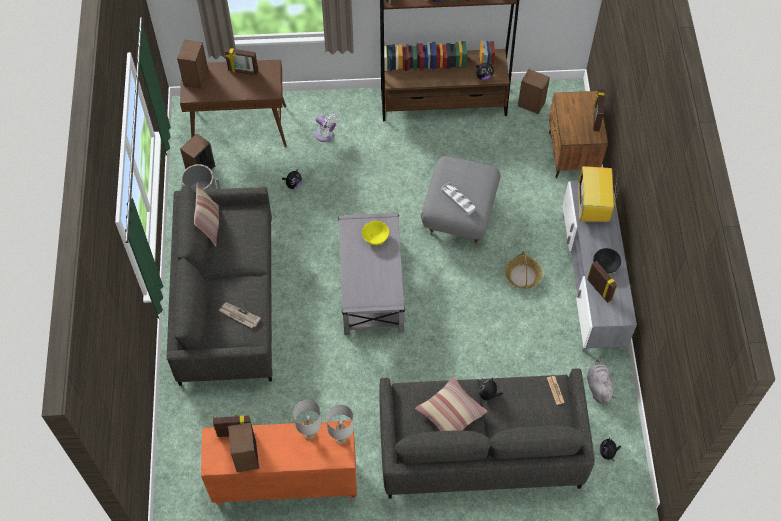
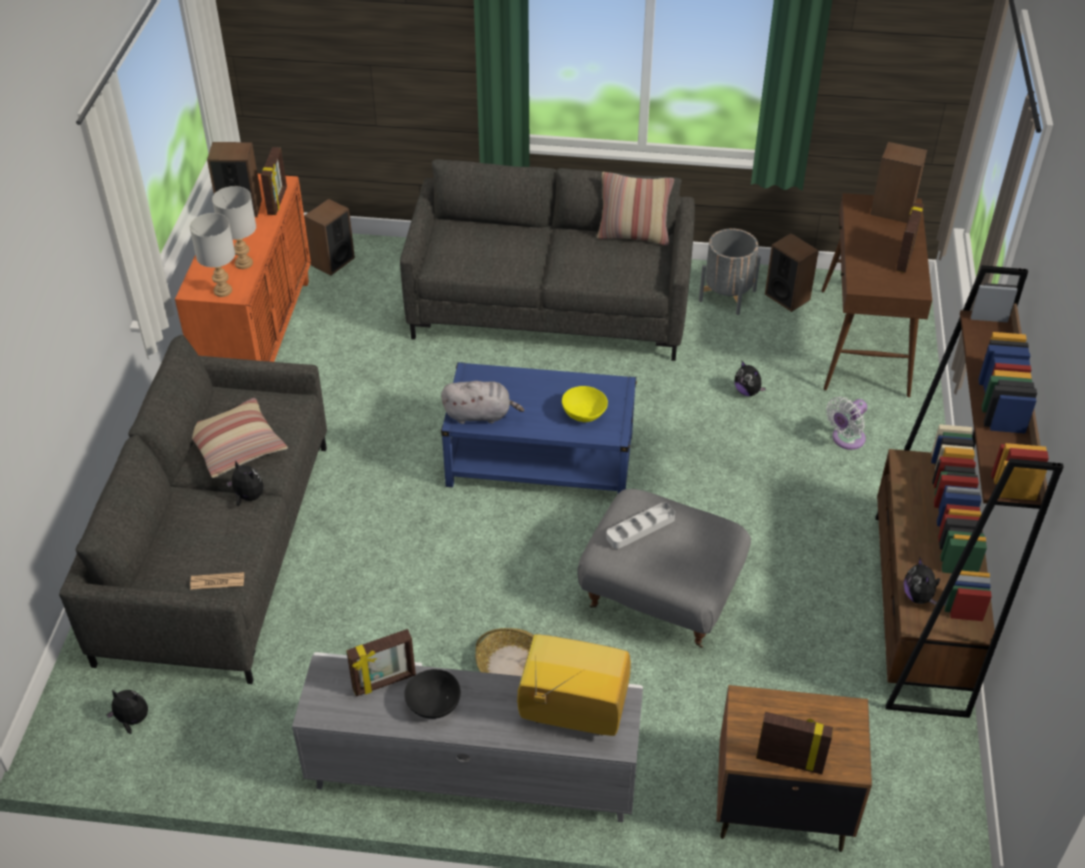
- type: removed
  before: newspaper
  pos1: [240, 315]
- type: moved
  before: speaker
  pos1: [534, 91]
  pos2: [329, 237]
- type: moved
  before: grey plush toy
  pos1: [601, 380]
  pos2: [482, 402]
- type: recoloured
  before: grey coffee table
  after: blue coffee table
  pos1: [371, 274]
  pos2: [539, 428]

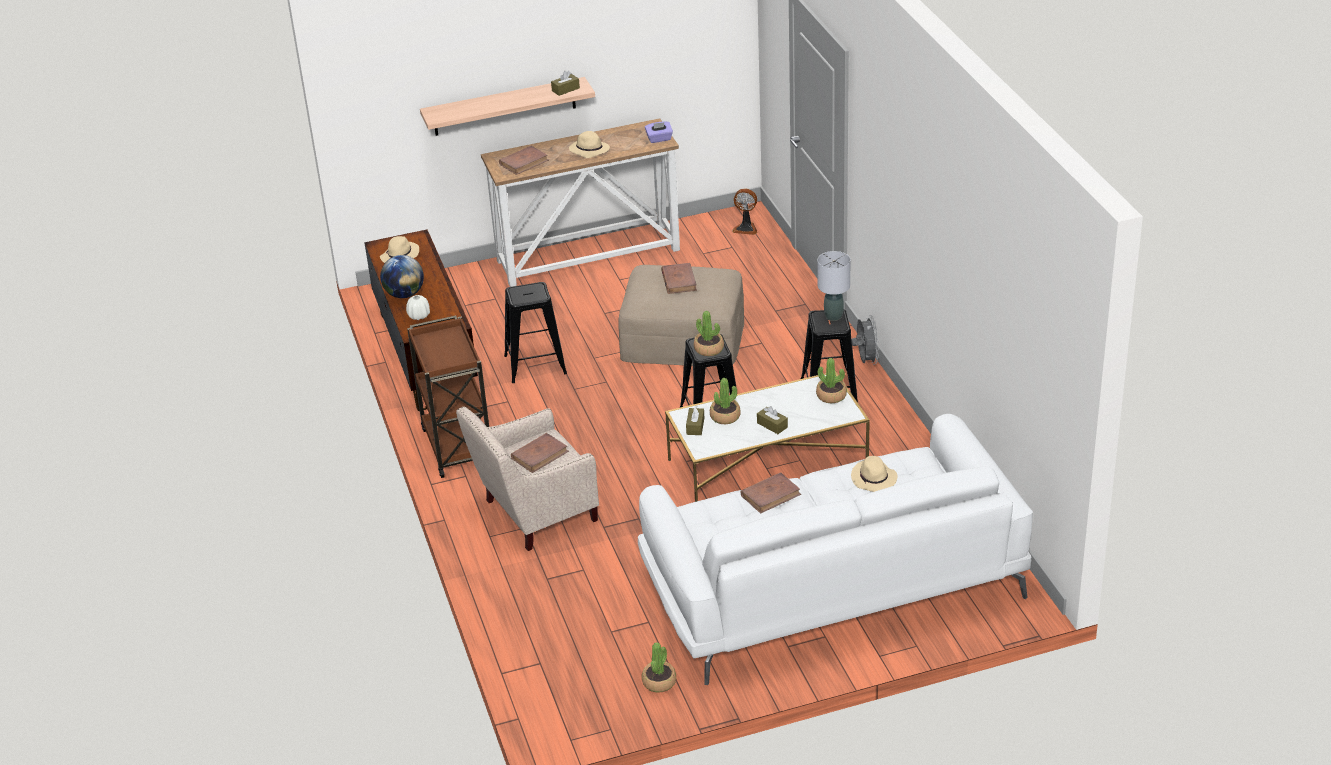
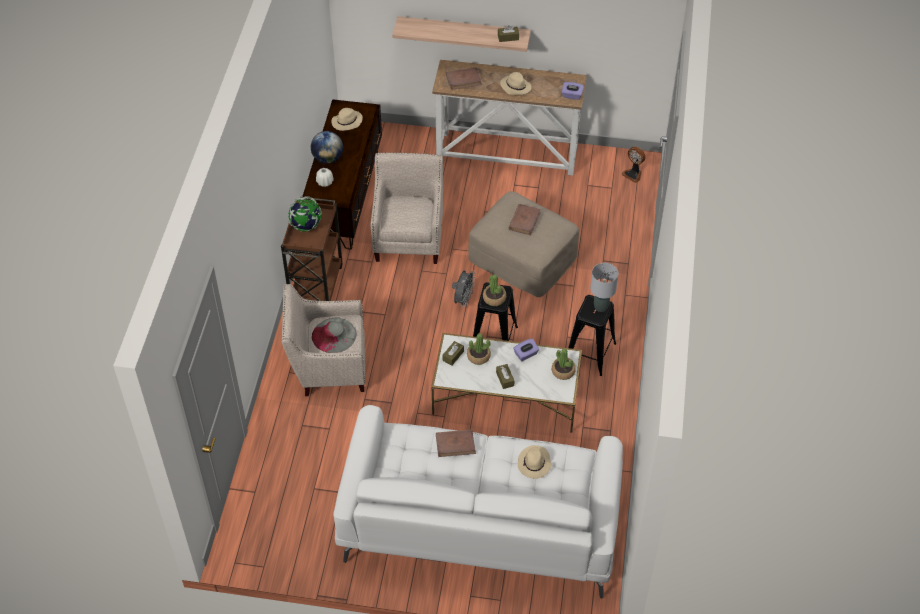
- type: removed
  before: potted plant
  pos1: [659, 667]
- type: added
  after: globe
  pos2: [305, 214]
- type: added
  after: purple tissue box
  pos2: [526, 349]
- type: moved
  before: grey fan
  pos1: [865, 340]
  pos2: [464, 289]
- type: replaced
  before: black stool
  after: beige armchair
  pos1: [535, 332]
  pos2: [407, 208]
- type: replaced
  before: brown book
  after: grey hat
  pos1: [540, 453]
  pos2: [334, 335]

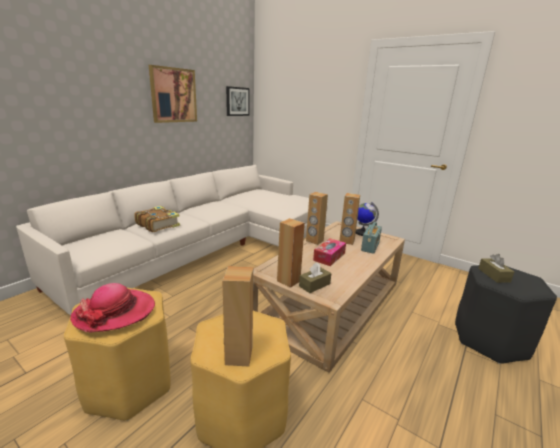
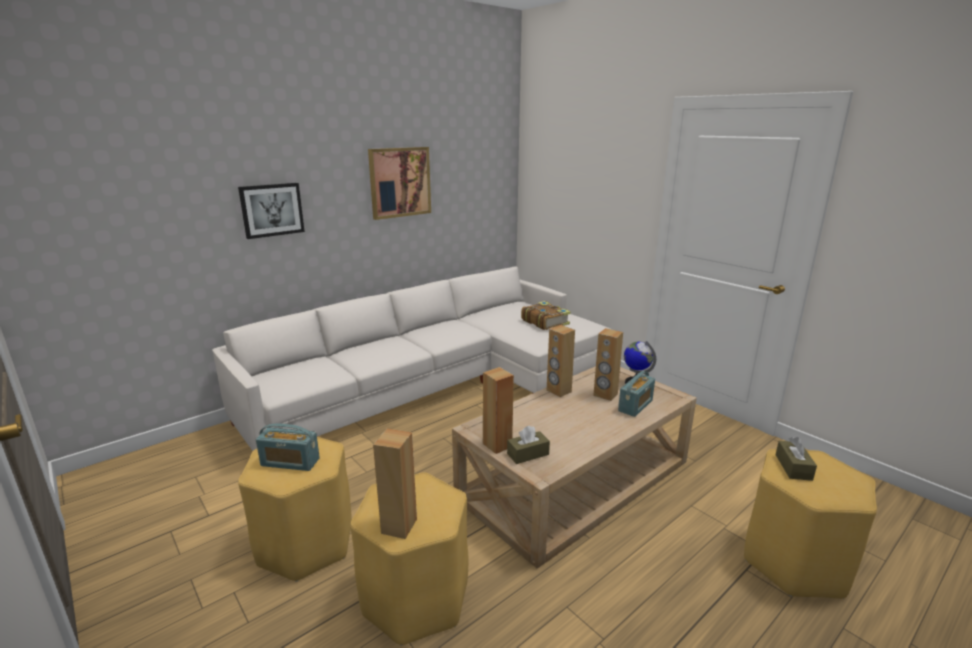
- type: removed
  before: tissue box
  pos1: [329, 252]
- type: moved
  before: book
  pos1: [157, 219]
  pos2: [546, 315]
- type: moved
  before: picture
  pos1: [238, 101]
  pos2: [271, 211]
- type: replaced
  before: hat
  after: radio
  pos1: [112, 308]
  pos2: [288, 447]
- type: recoloured
  before: black stool
  after: yellow stool
  pos1: [506, 314]
  pos2: [810, 524]

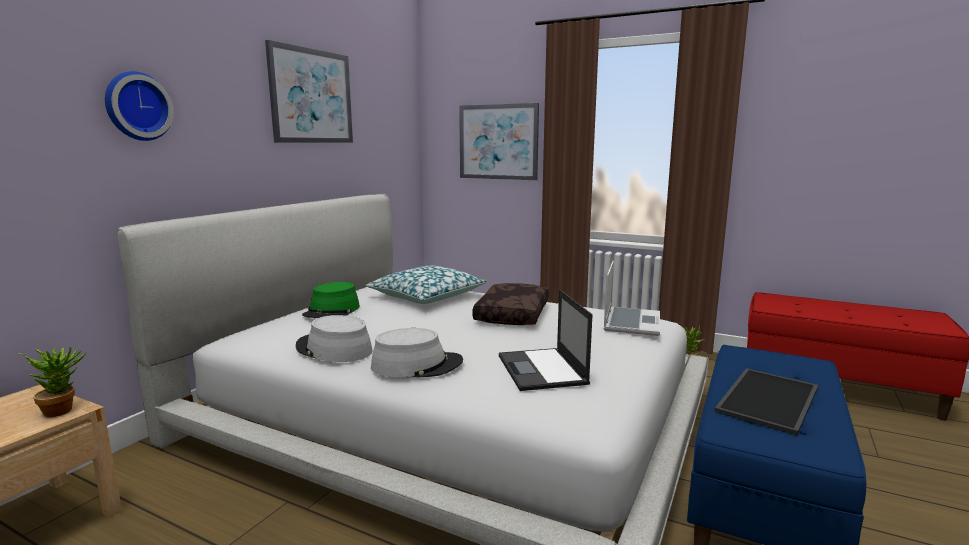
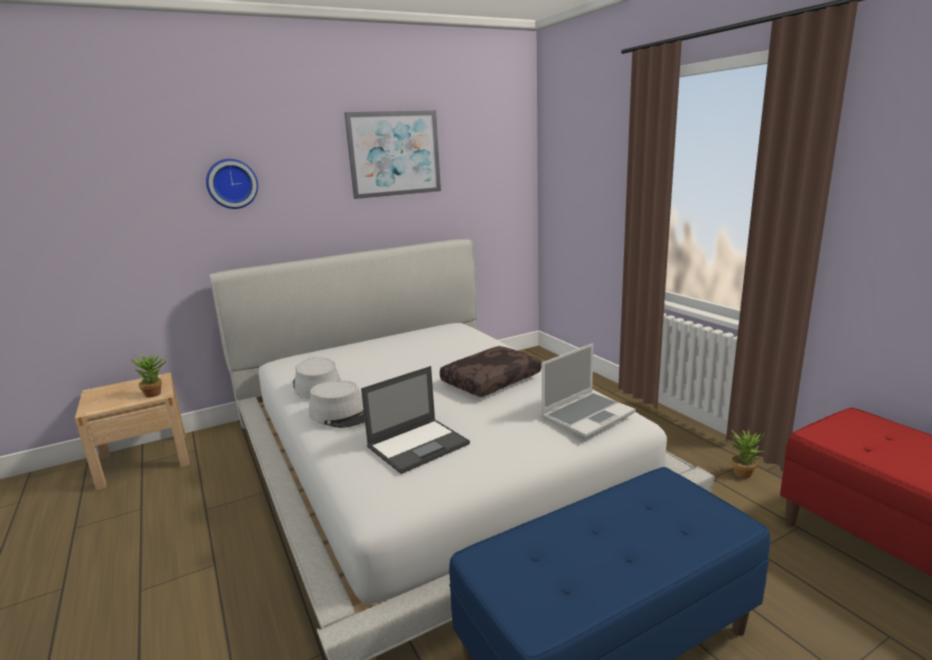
- type: removed
  before: green hat
  pos1: [331, 300]
- type: removed
  before: pillow
  pos1: [426, 284]
- type: removed
  before: picture
  pos1: [499, 141]
- type: removed
  before: tray
  pos1: [766, 401]
- type: turned
  before: laptop
  pos1: [546, 340]
  pos2: [415, 420]
  turn: -150

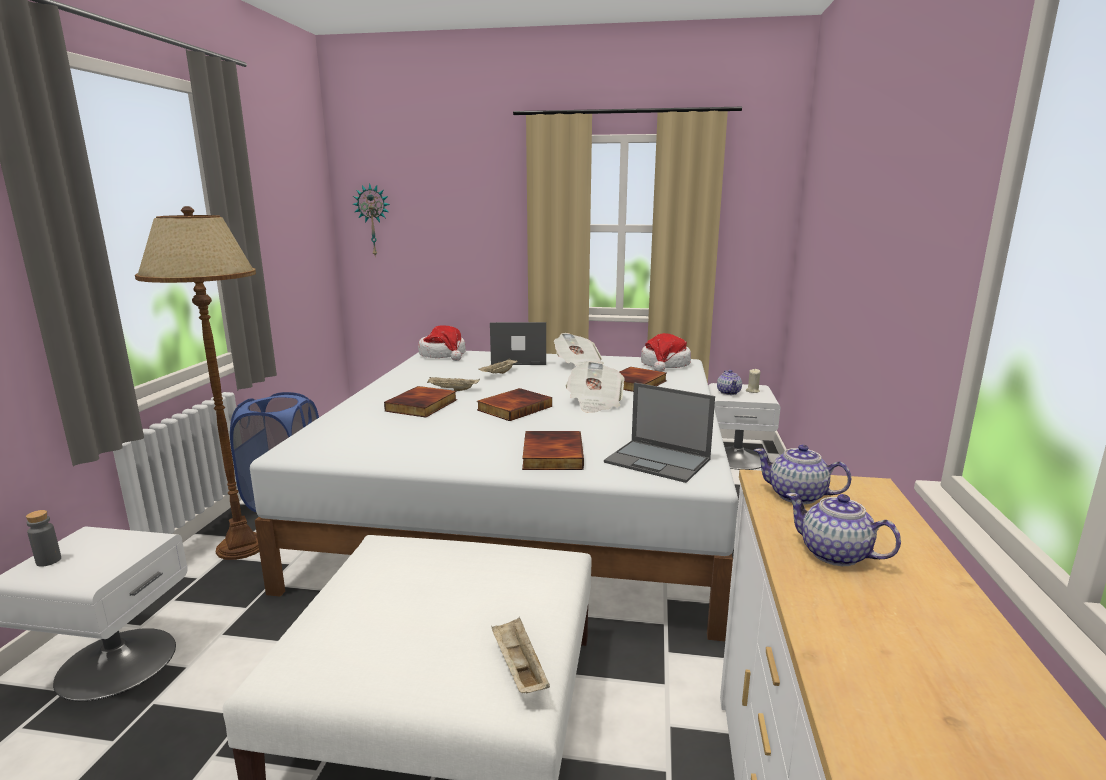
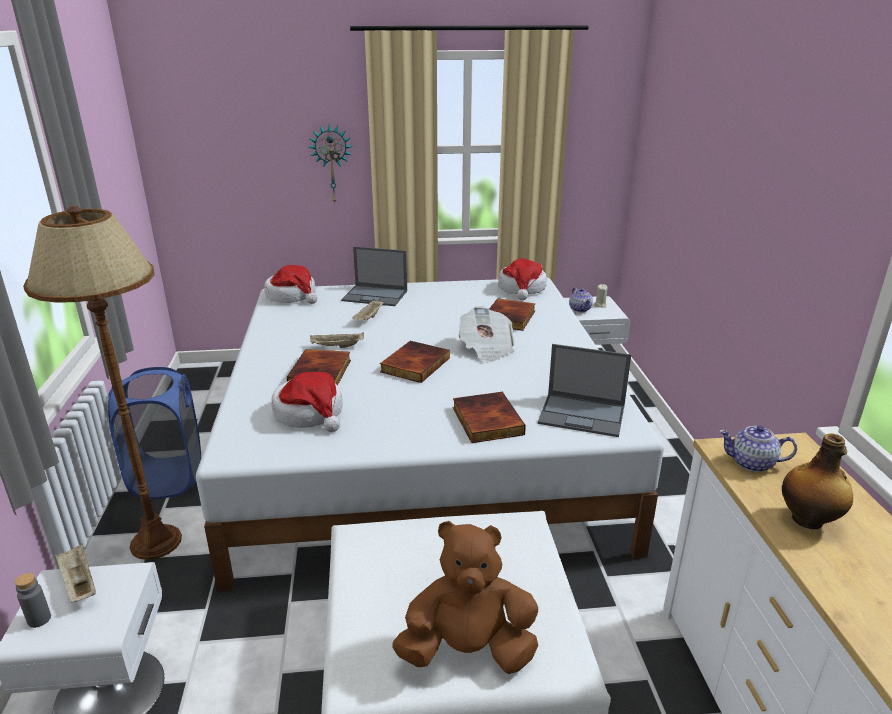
- type: removed
  before: newspaper
  pos1: [579, 350]
- type: added
  after: hat
  pos2: [307, 402]
- type: added
  after: brown plush toy
  pos2: [465, 597]
- type: moved
  before: wall clock
  pos1: [371, 220]
  pos2: [330, 163]
- type: moved
  before: beige tray
  pos1: [520, 655]
  pos2: [75, 573]
- type: replaced
  before: teapot
  after: bottle
  pos1: [843, 529]
  pos2: [817, 481]
- type: turned
  before: laptop
  pos1: [518, 343]
  pos2: [374, 276]
  turn: -150

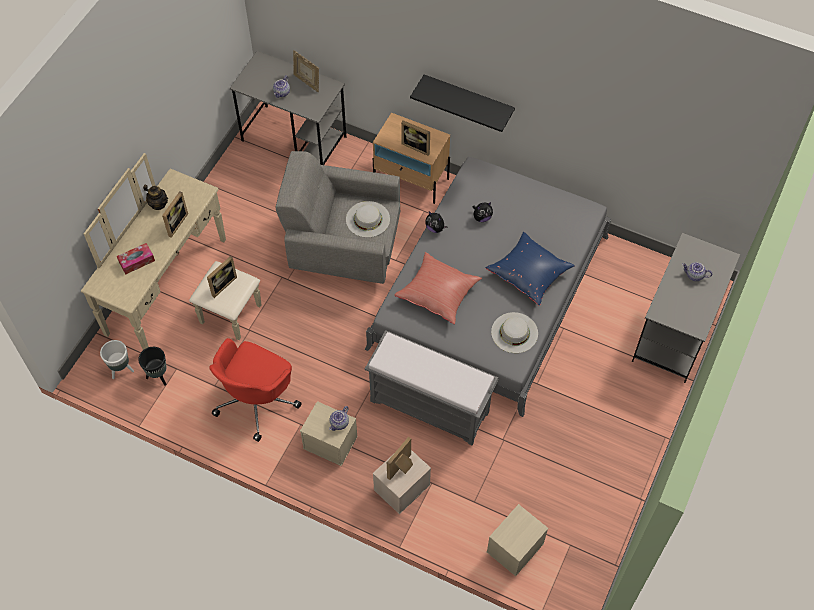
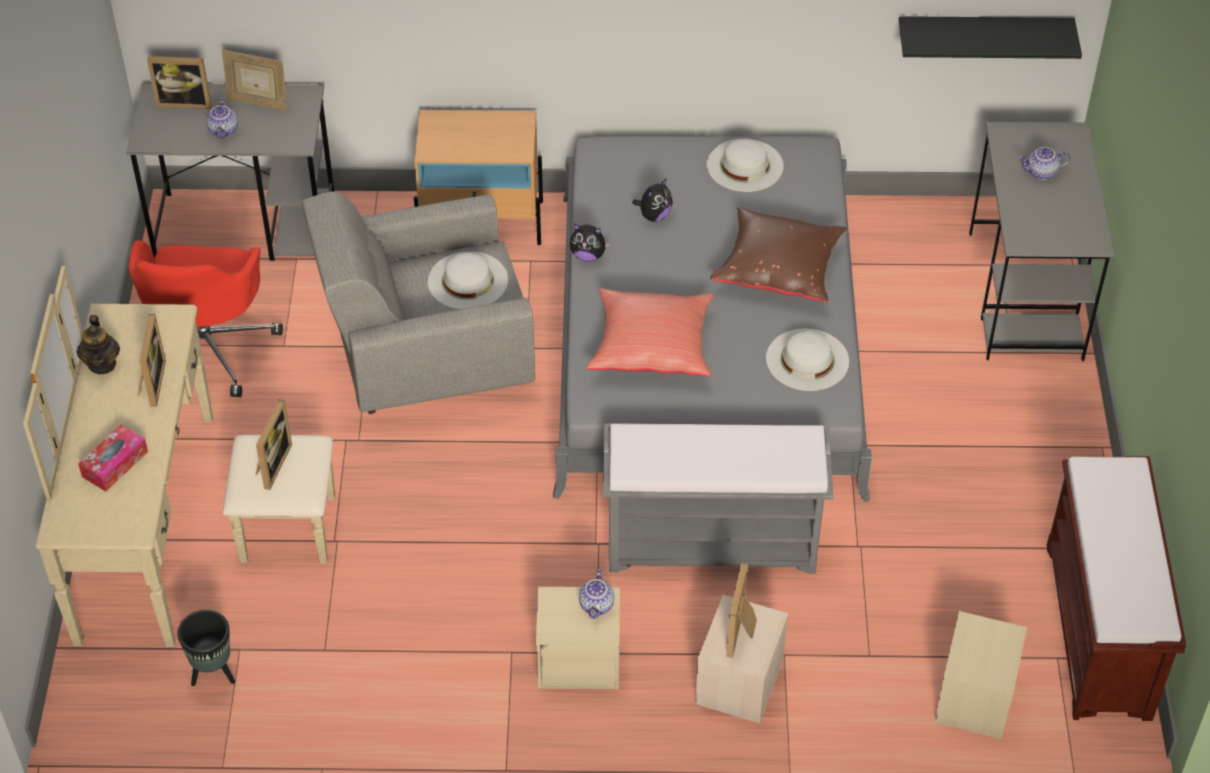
- type: removed
  before: white planter
  pos1: [117, 359]
- type: added
  after: white hat
  pos2: [745, 165]
- type: added
  after: brown bench
  pos2: [1116, 588]
- type: moved
  before: red office chair
  pos1: [255, 390]
  pos2: [205, 318]
- type: moved
  before: picture frame
  pos1: [415, 138]
  pos2: [179, 82]
- type: moved
  before: black shelf
  pos1: [462, 103]
  pos2: [990, 37]
- type: recoloured
  before: blue pillow
  after: brown pillow
  pos1: [530, 268]
  pos2: [778, 254]
- type: turned
  before: teapot
  pos1: [155, 197]
  pos2: [98, 344]
  turn: 75

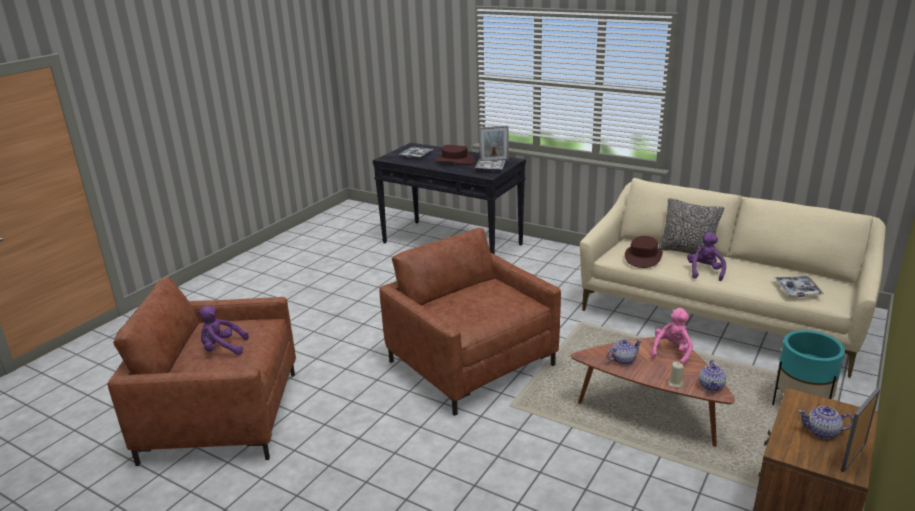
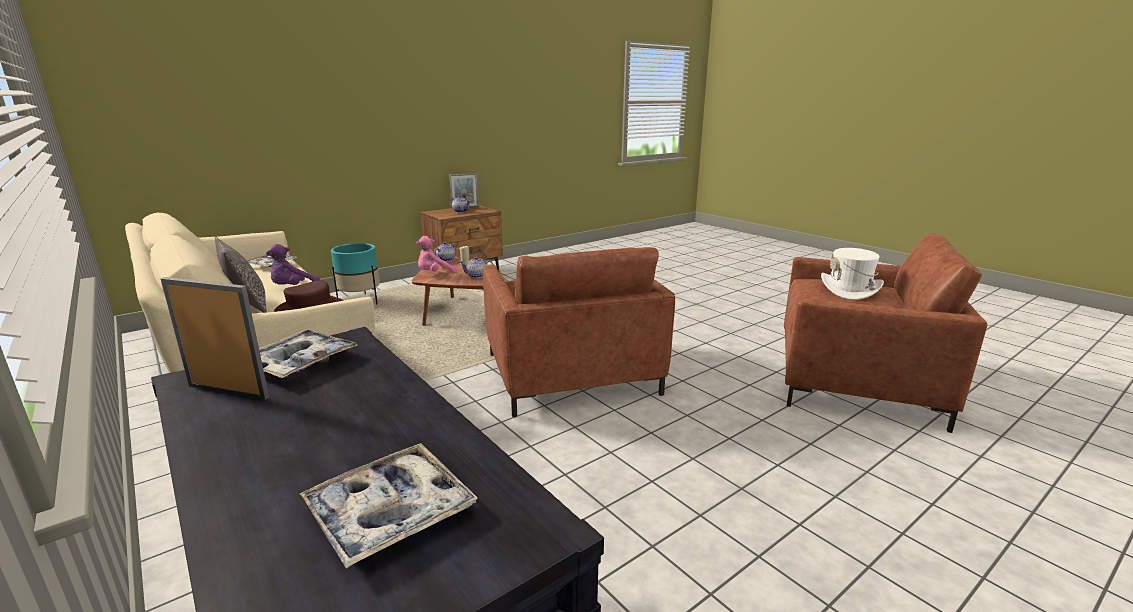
- type: removed
  before: brown hat
  pos1: [454, 154]
- type: replaced
  before: purple plush toy
  after: white hat
  pos1: [223, 330]
  pos2: [852, 274]

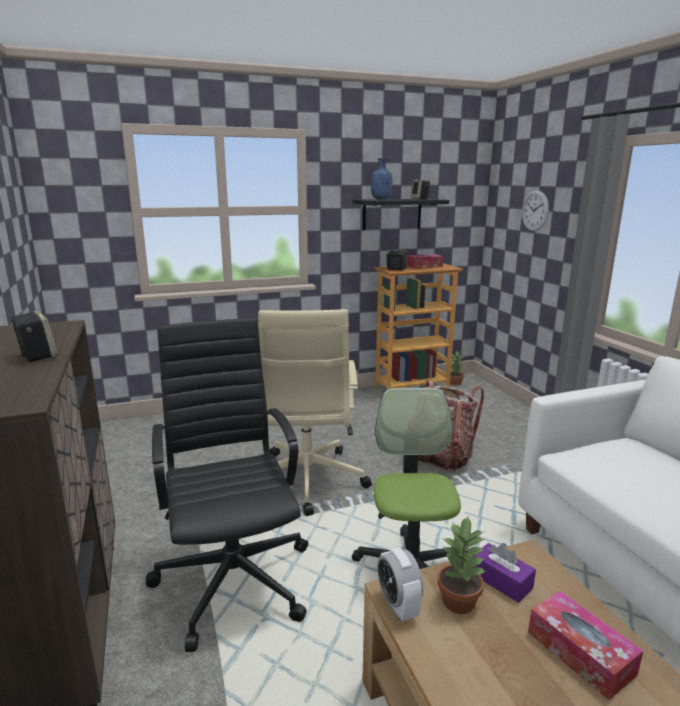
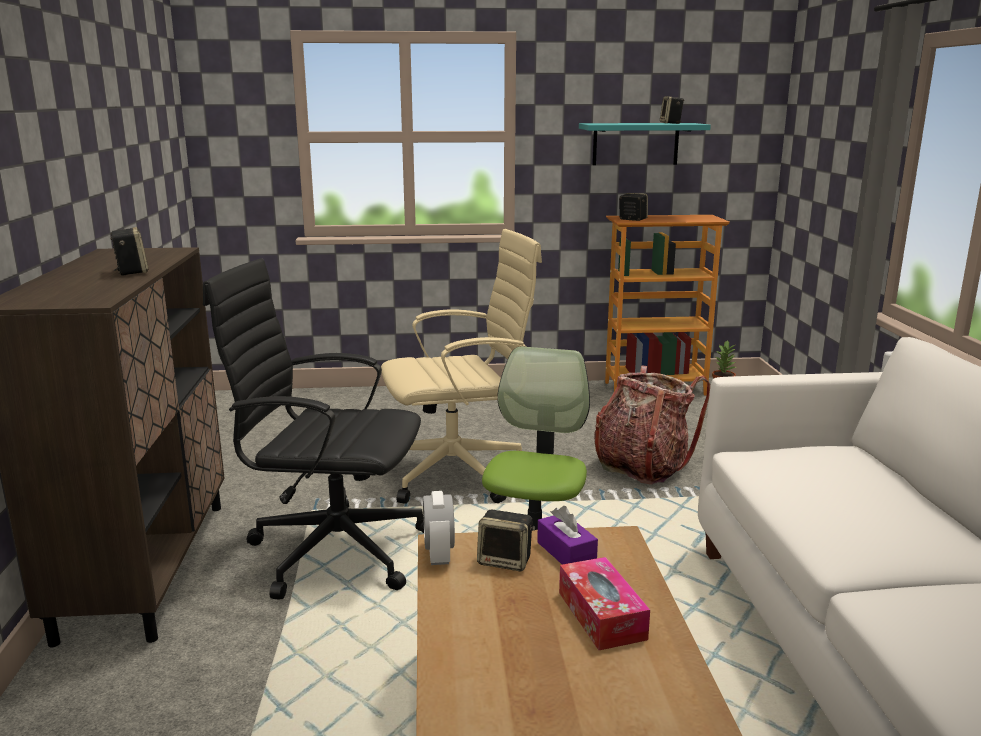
- type: removed
  before: blue bottle
  pos1: [381, 179]
- type: removed
  before: tissue box
  pos1: [425, 261]
- type: removed
  before: wall clock
  pos1: [535, 210]
- type: replaced
  before: potted plant
  after: speaker
  pos1: [462, 565]
  pos2: [506, 540]
- type: recoloured
  before: black shelf
  after: turquoise shelf
  pos1: [401, 214]
  pos2: [645, 144]
- type: turned
  before: black office chair
  pos1: [227, 485]
  pos2: [313, 429]
  turn: -75
- type: turned
  before: beige office chair
  pos1: [315, 412]
  pos2: [461, 366]
  turn: -120

